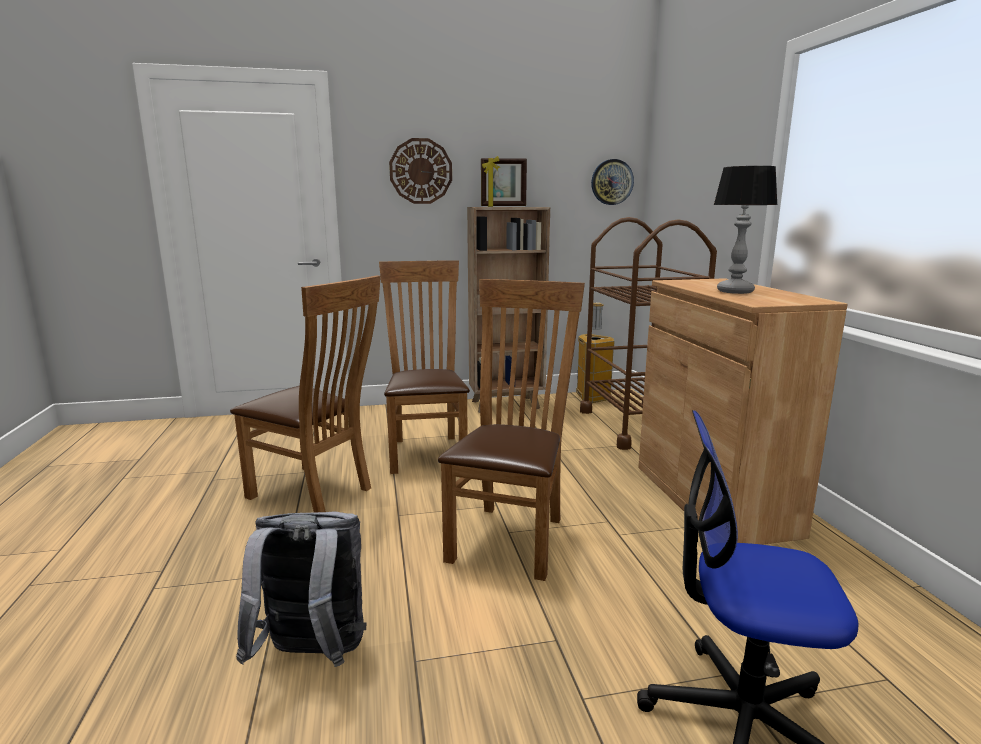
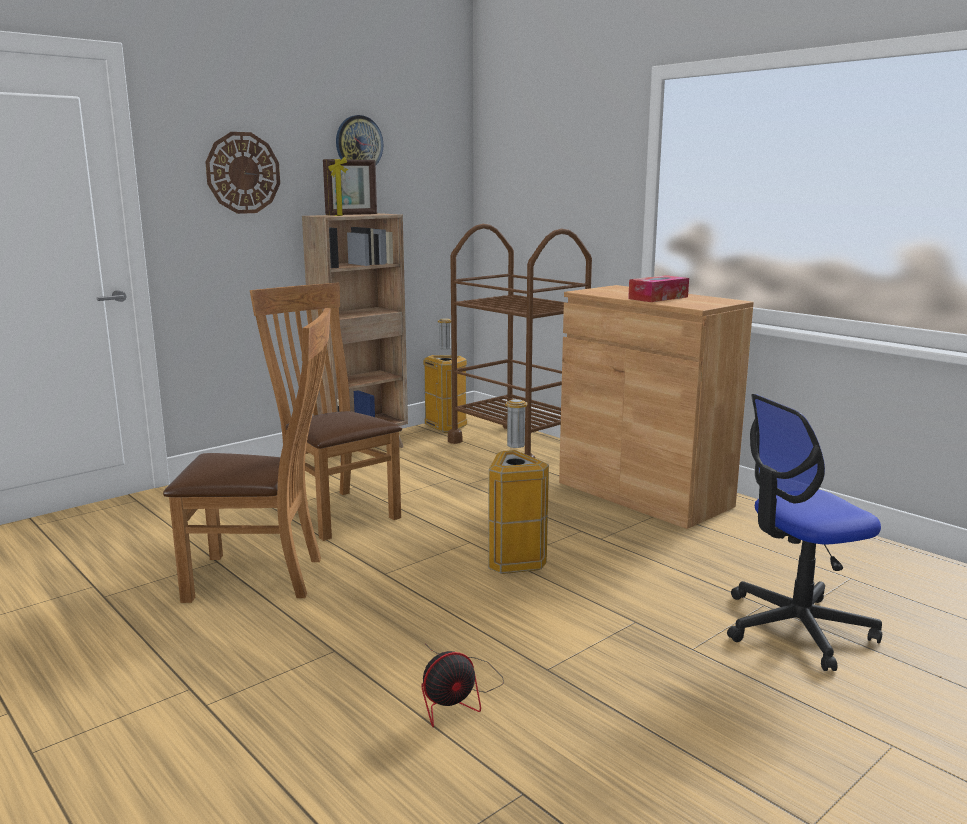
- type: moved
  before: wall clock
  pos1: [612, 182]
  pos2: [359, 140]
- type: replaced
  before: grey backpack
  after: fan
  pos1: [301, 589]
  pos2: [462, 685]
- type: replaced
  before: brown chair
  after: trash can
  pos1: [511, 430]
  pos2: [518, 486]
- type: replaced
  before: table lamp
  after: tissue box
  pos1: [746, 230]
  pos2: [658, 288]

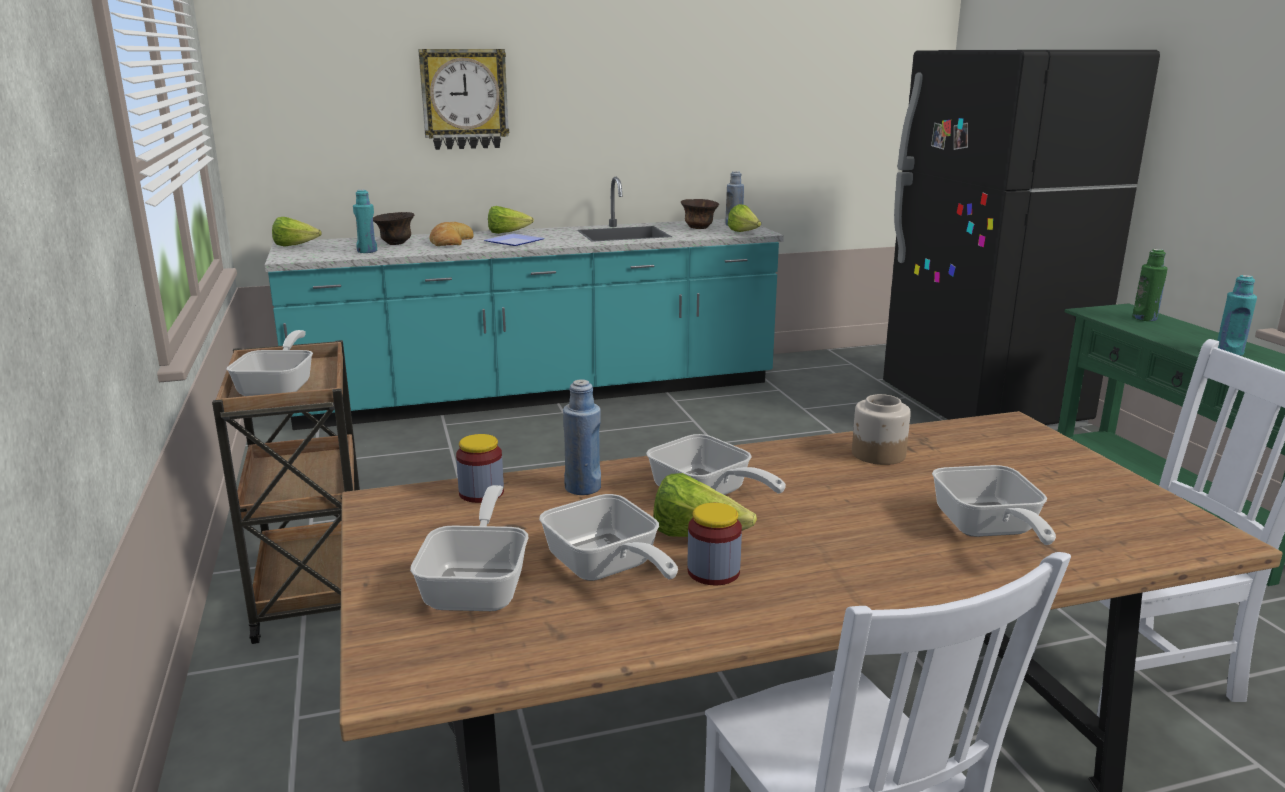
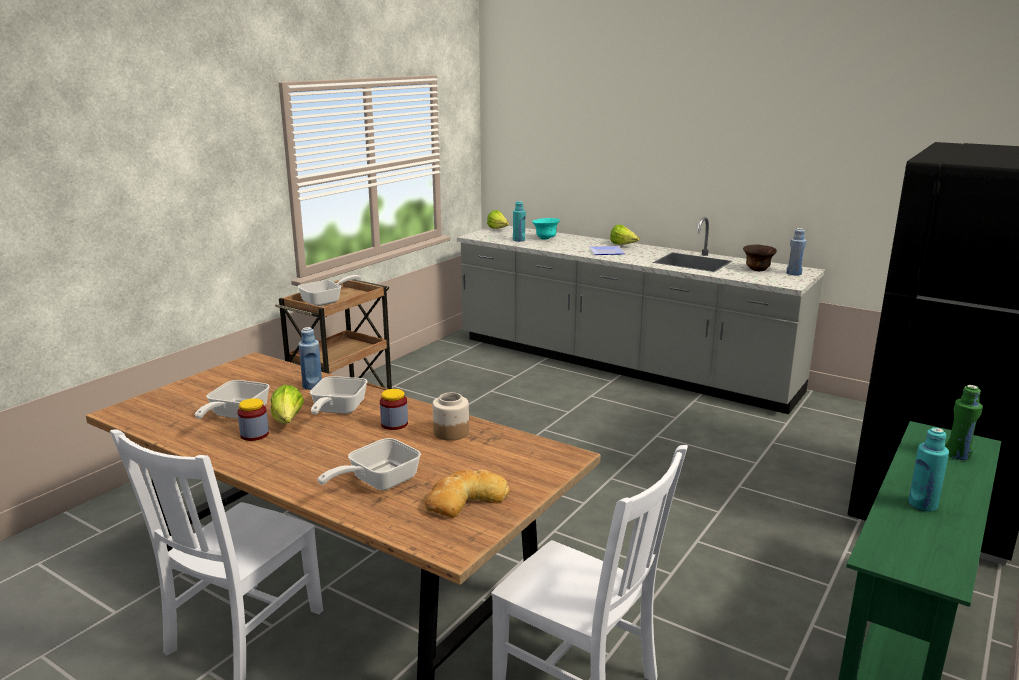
- type: removed
  before: frying pan
  pos1: [469, 548]
- type: removed
  before: wall clock
  pos1: [463, 99]
- type: removed
  before: lettuce
  pos1: [744, 218]
- type: moved
  before: bread
  pos1: [452, 234]
  pos2: [467, 493]
- type: moved
  before: jar
  pos1: [480, 468]
  pos2: [394, 409]
- type: recoloured
  before: turquoise counter
  after: grey counter
  pos1: [524, 303]
  pos2: [641, 315]
- type: recoloured
  before: brown bowl
  after: turquoise bowl
  pos1: [393, 228]
  pos2: [546, 229]

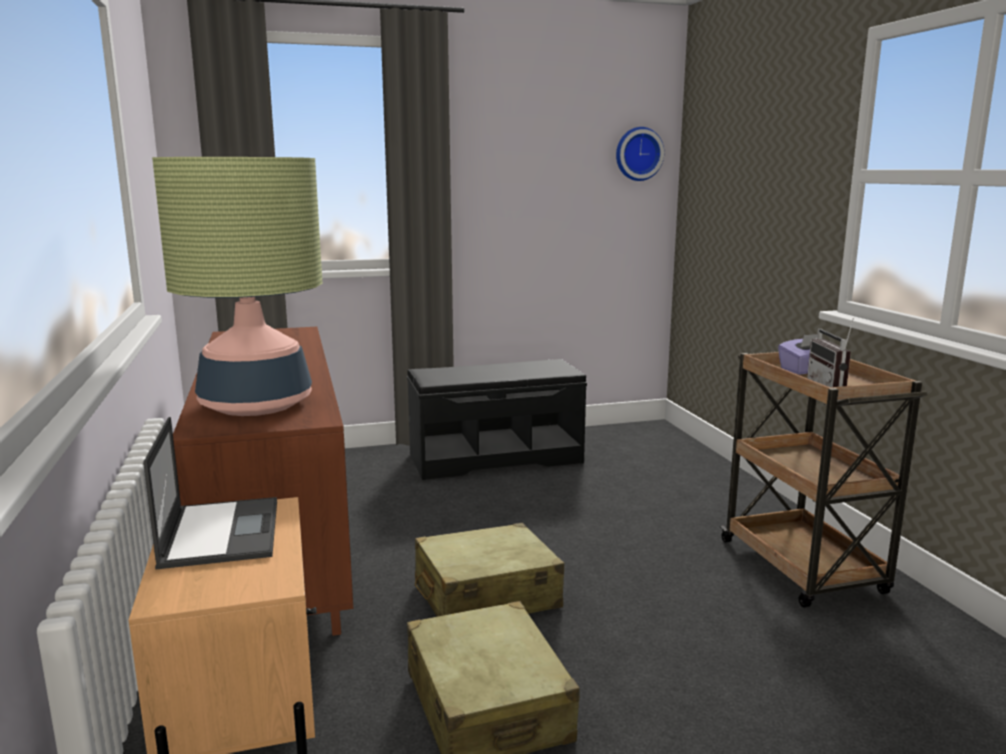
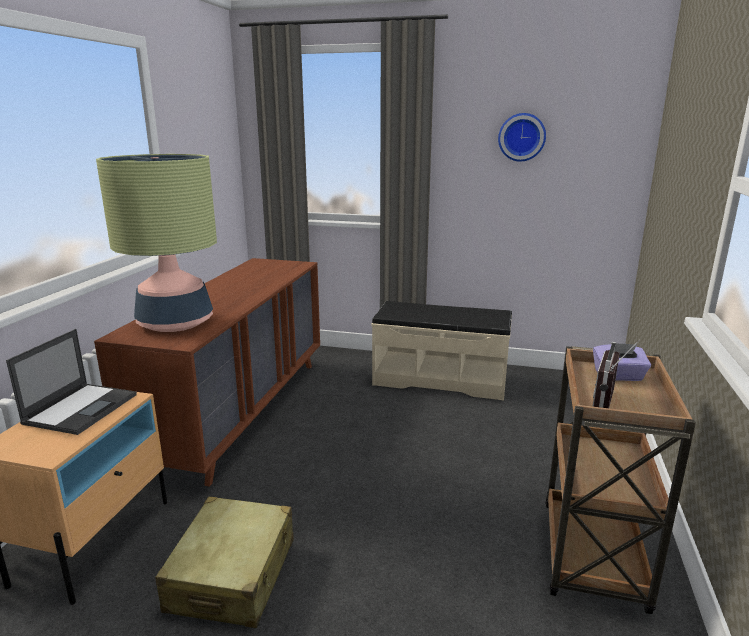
- type: removed
  before: beige suitcase
  pos1: [489, 570]
- type: moved
  before: wall clock
  pos1: [640, 154]
  pos2: [522, 137]
- type: recoloured
  before: black bench
  after: beige bench
  pos1: [497, 419]
  pos2: [441, 351]

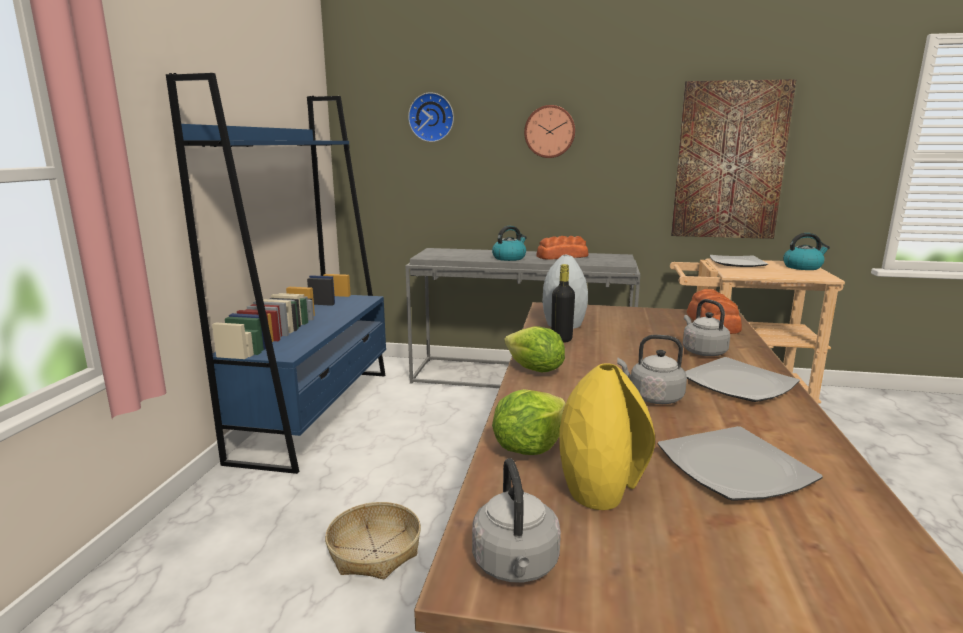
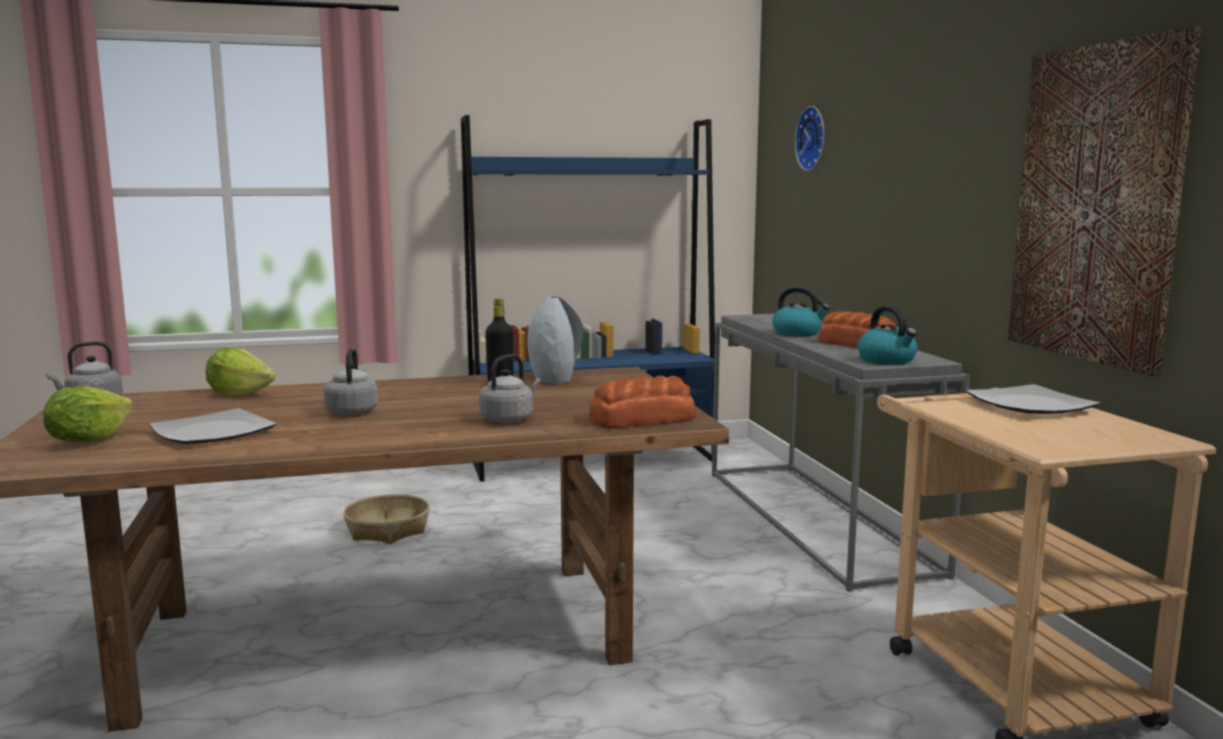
- type: removed
  before: wall clock
  pos1: [549, 131]
- type: removed
  before: yellow vase
  pos1: [607, 436]
- type: removed
  before: plate
  pos1: [742, 379]
- type: moved
  before: lettuce
  pos1: [534, 349]
  pos2: [88, 414]
- type: moved
  before: kettle
  pos1: [806, 251]
  pos2: [888, 334]

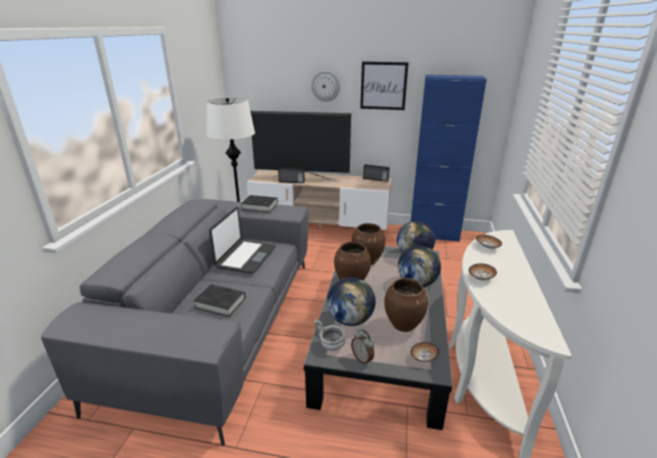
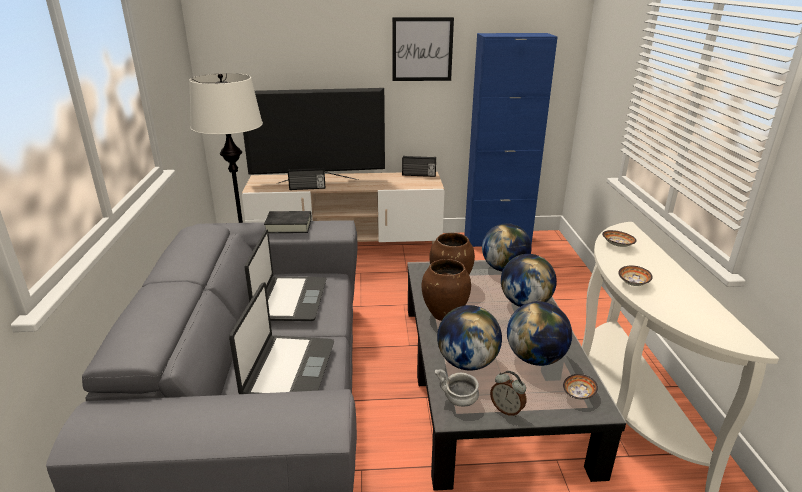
- type: removed
  before: wall clock
  pos1: [325, 86]
- type: replaced
  before: black book
  after: laptop
  pos1: [219, 300]
  pos2: [281, 338]
- type: replaced
  before: brown vase
  after: globe
  pos1: [406, 305]
  pos2: [539, 333]

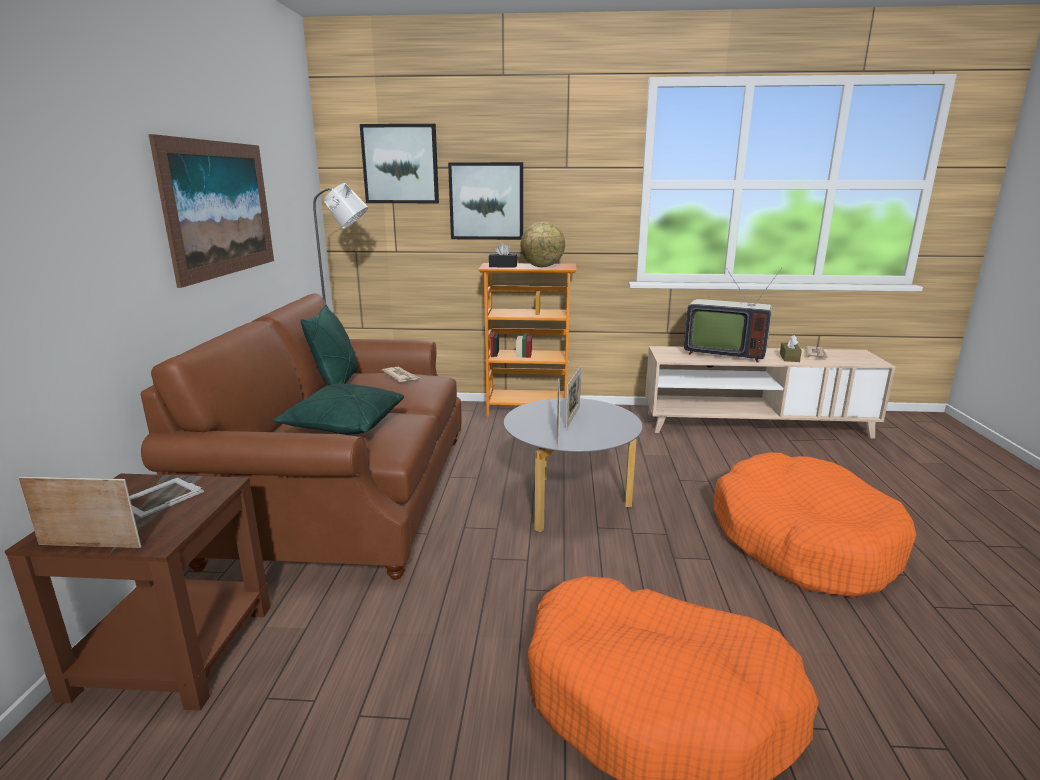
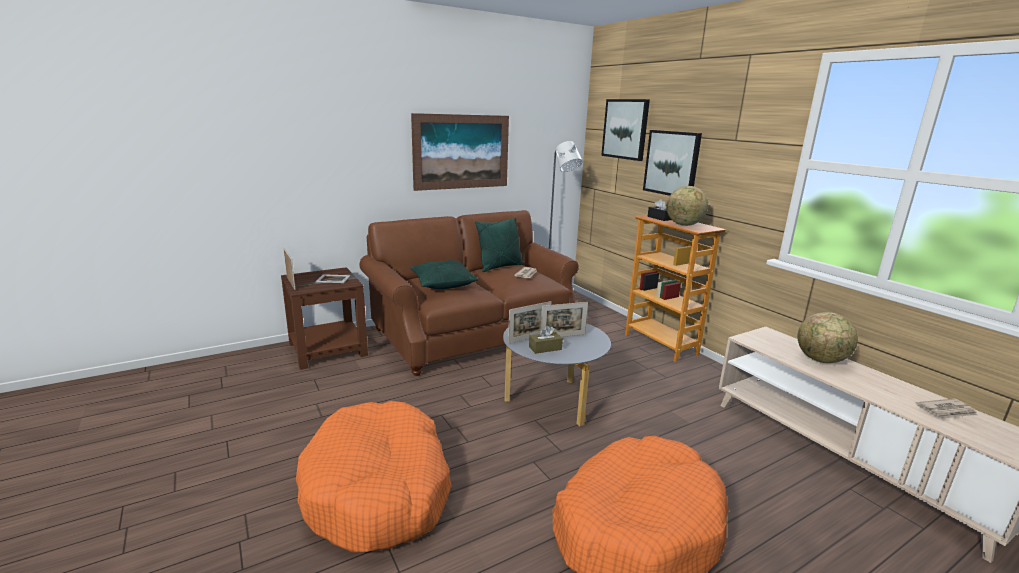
- type: moved
  before: brown tissue box
  pos1: [791, 348]
  pos2: [546, 340]
- type: replaced
  before: television
  after: globe
  pos1: [733, 315]
  pos2: [828, 337]

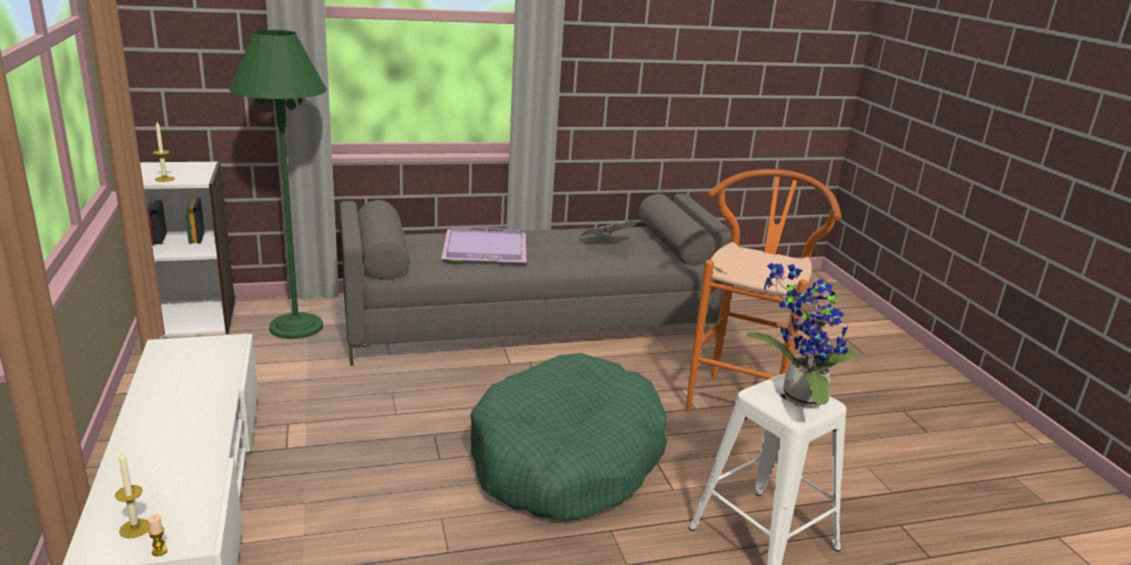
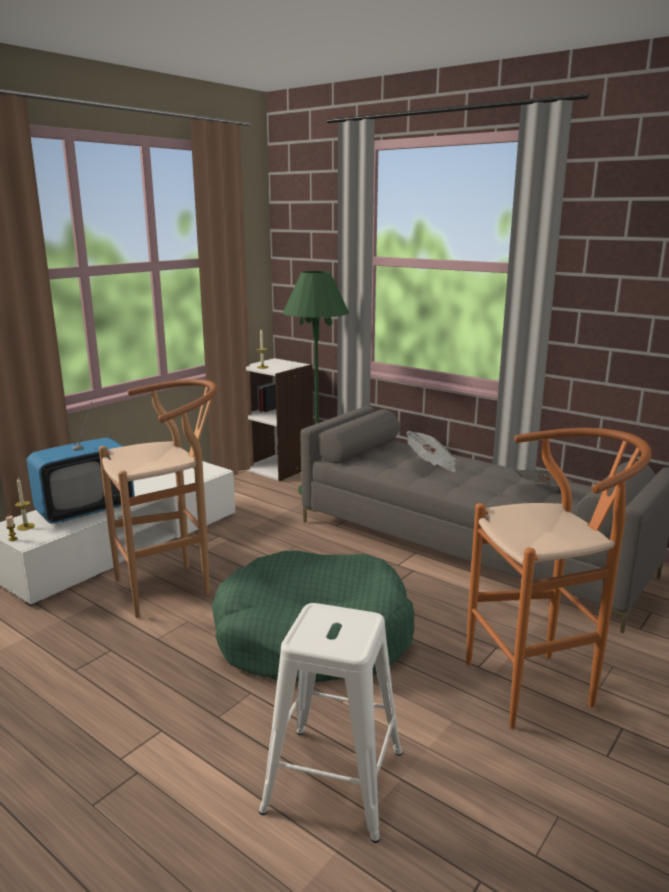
- type: removed
  before: potted plant
  pos1: [800, 335]
- type: added
  after: television
  pos2: [80, 463]
- type: added
  after: brown stool
  pos2: [158, 498]
- type: replaced
  before: purple tray
  after: newspaper
  pos1: [484, 244]
  pos2: [431, 451]

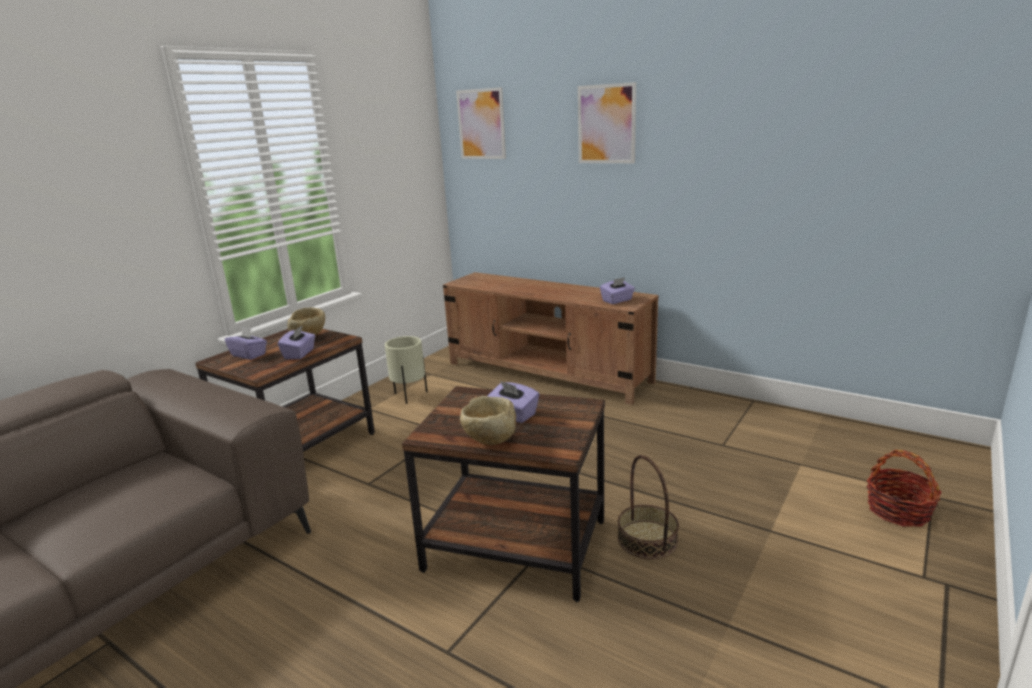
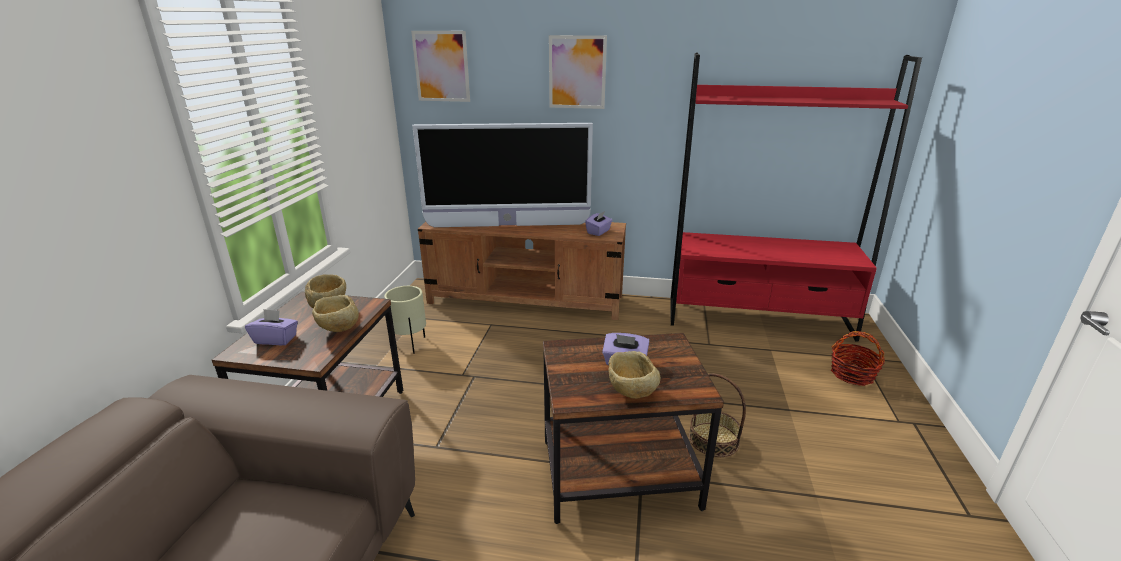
- type: added
  after: television
  pos2: [502, 175]
- type: added
  after: red bookcase
  pos2: [796, 197]
- type: replaced
  before: purple tissue box
  after: beige bowl
  pos1: [296, 342]
  pos2: [335, 313]

